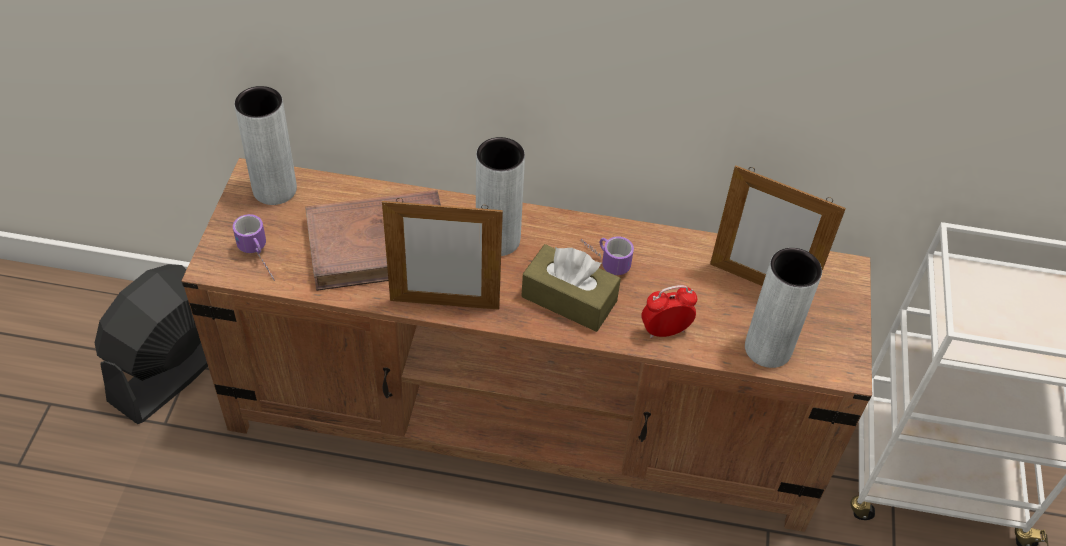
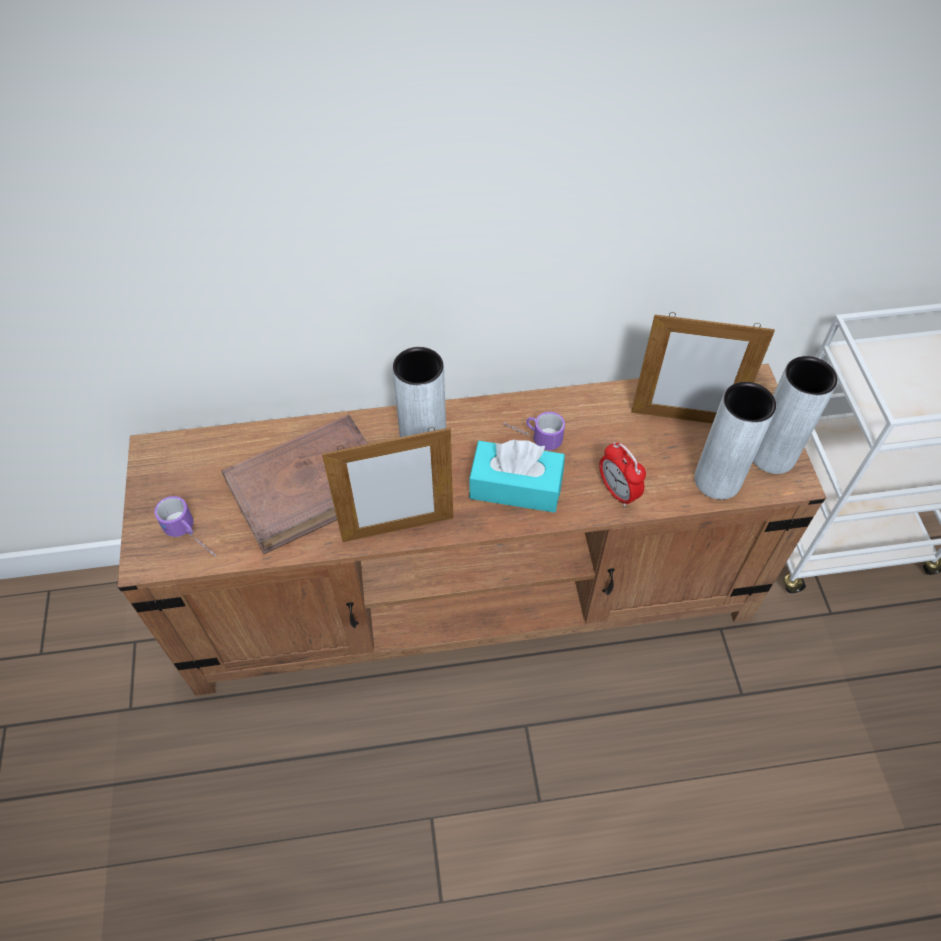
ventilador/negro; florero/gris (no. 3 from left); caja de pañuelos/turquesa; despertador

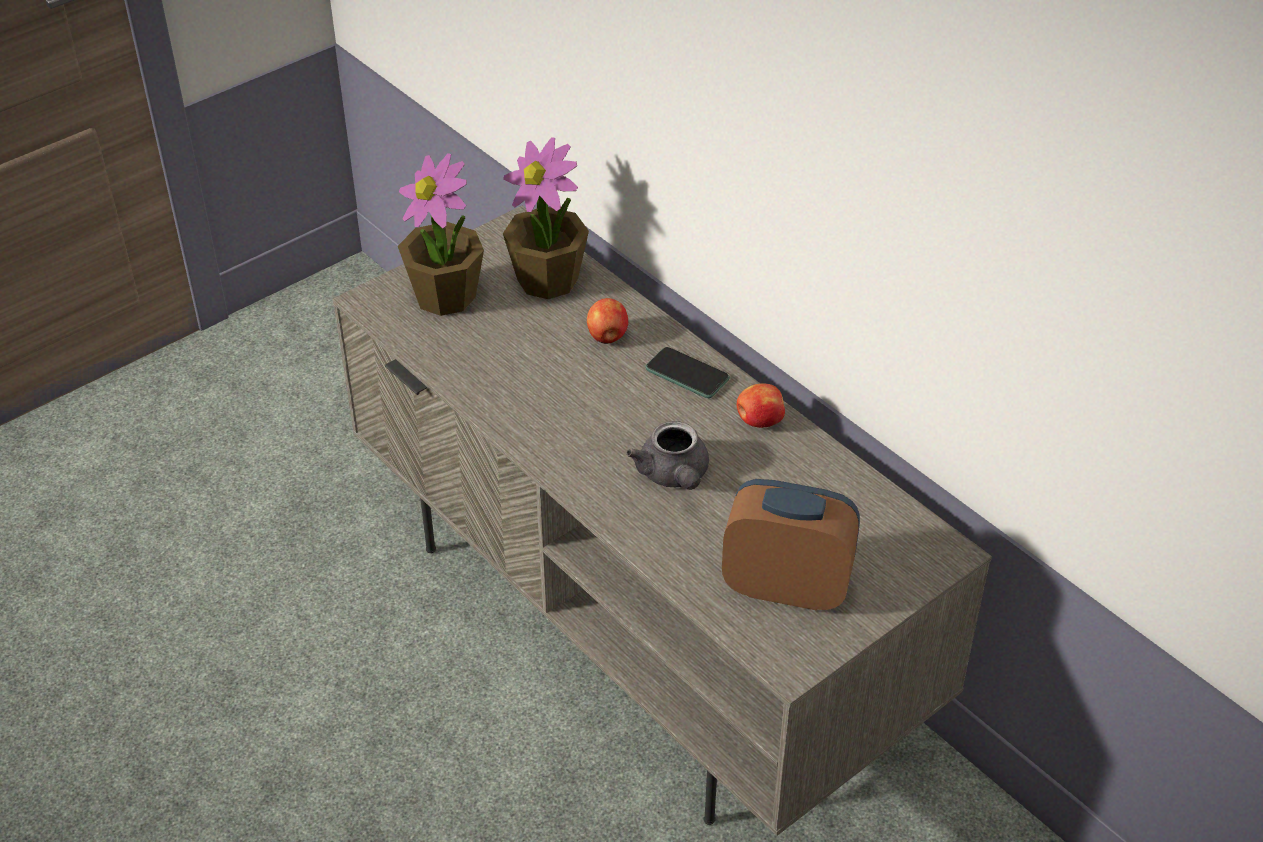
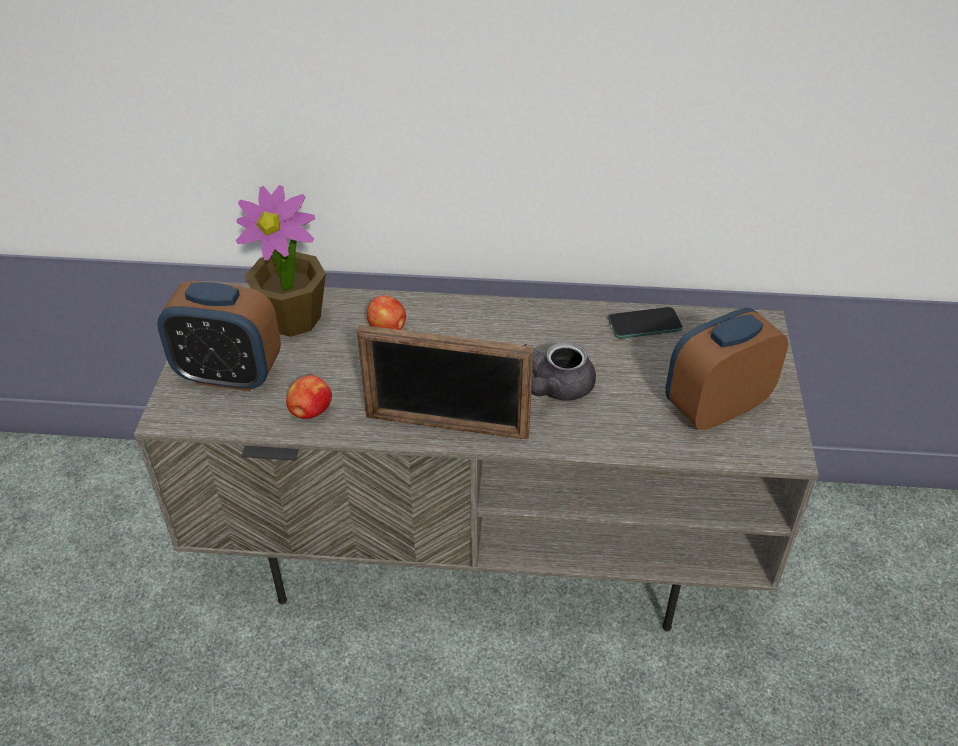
portarretratos; móvil; manzana (no. 1 from left); despertador (no. 1 from left); tetera/gris

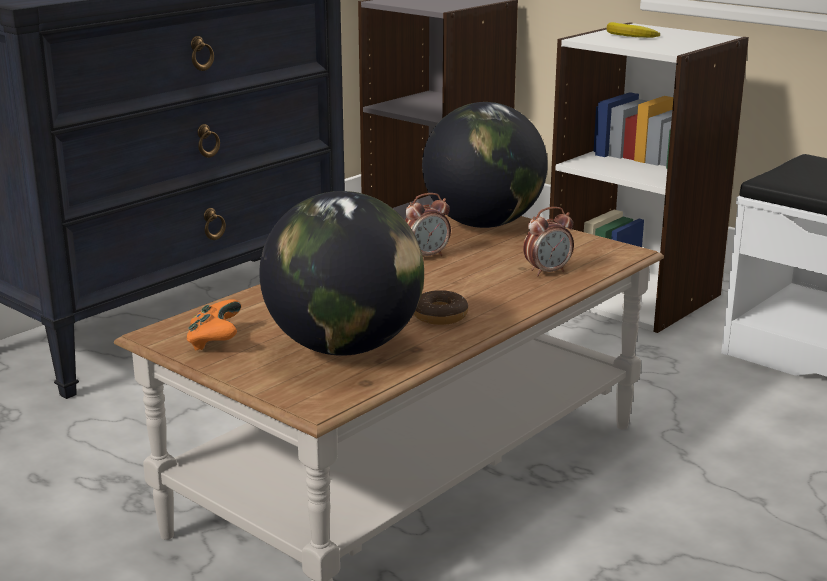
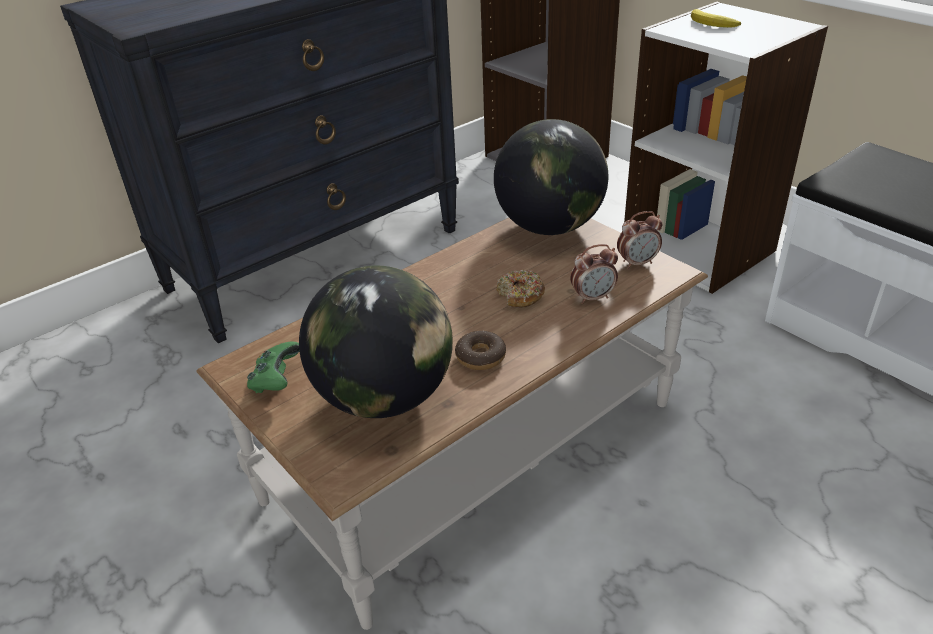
rosquilla (no. 2 from left); despertador (no. 2 from left); mando de consola/verde

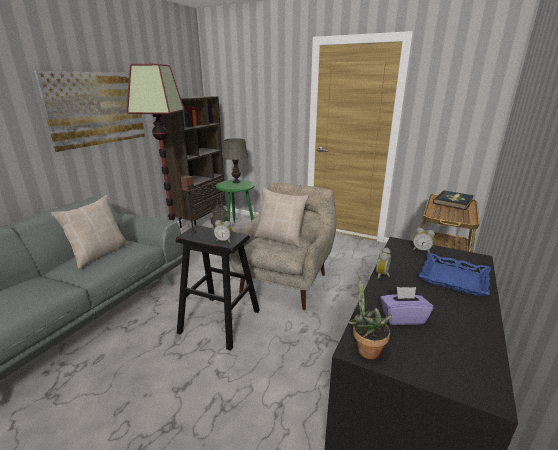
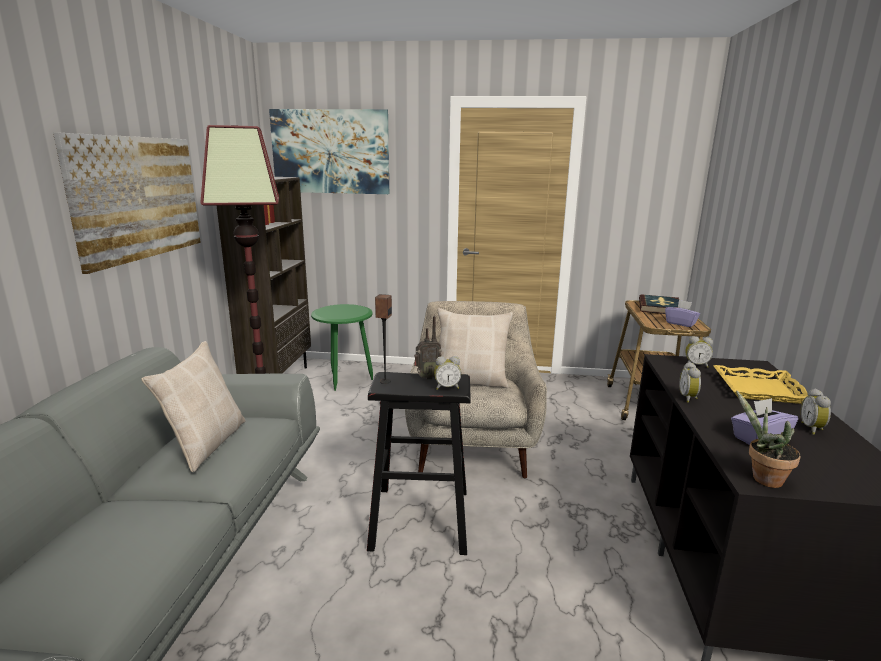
lámpara de mesa/gris; cuadro (no. 2 from left); caja de pañuelos/morado (no. 1 from left); despertador (no. 4 from left); bandeja/amarillo

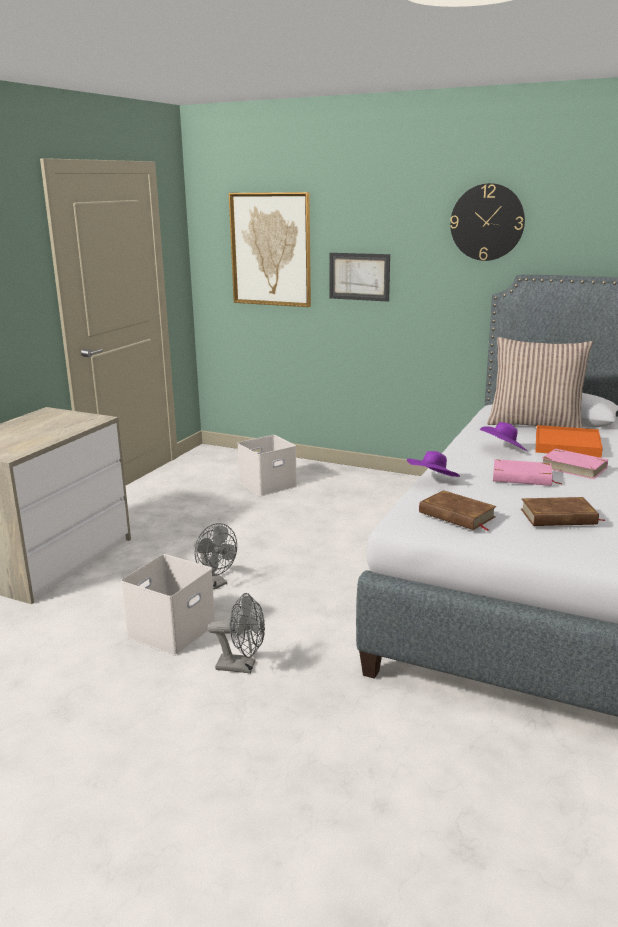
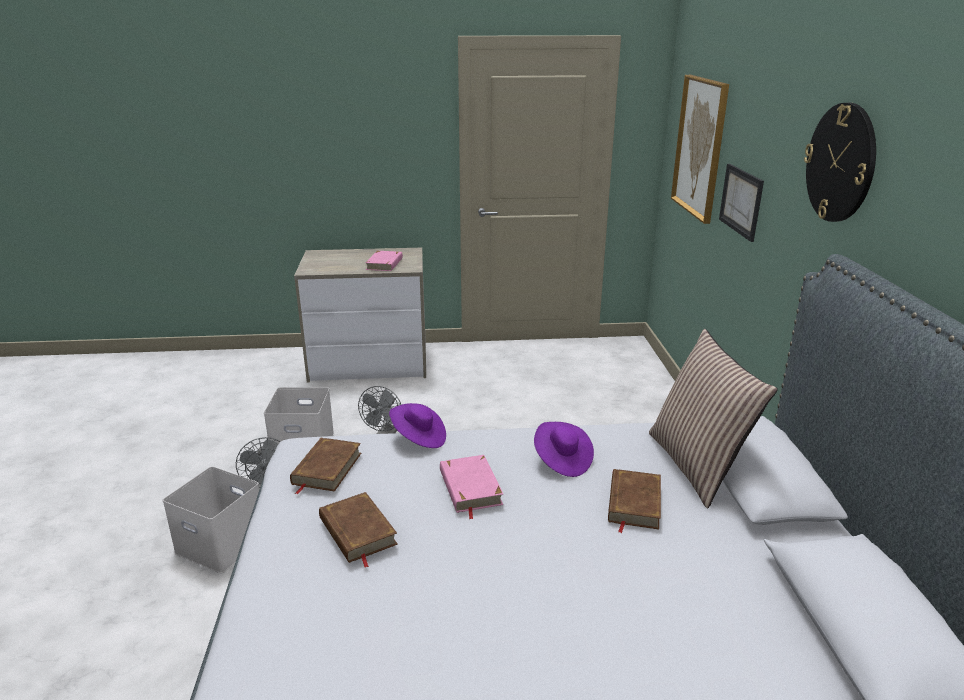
caja de almacenaje/blanco (no. 1 from left); libro/rosa (no. 1 from left); libro/marrón (no. 3 from left)

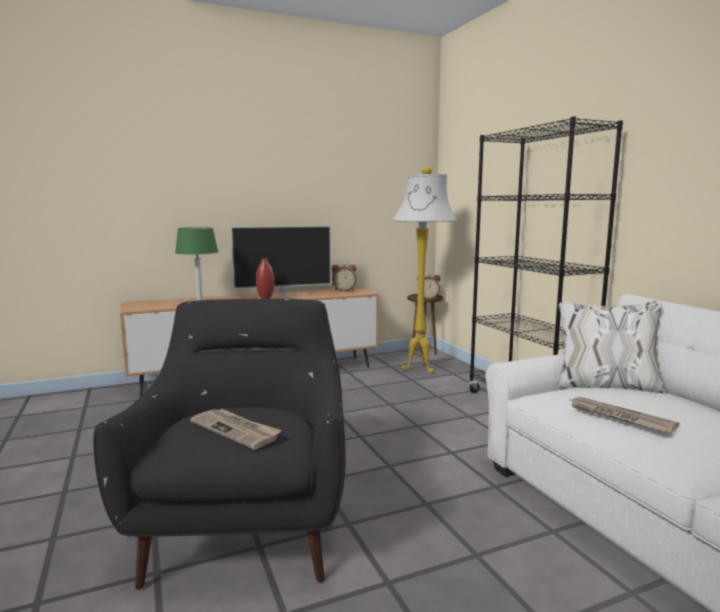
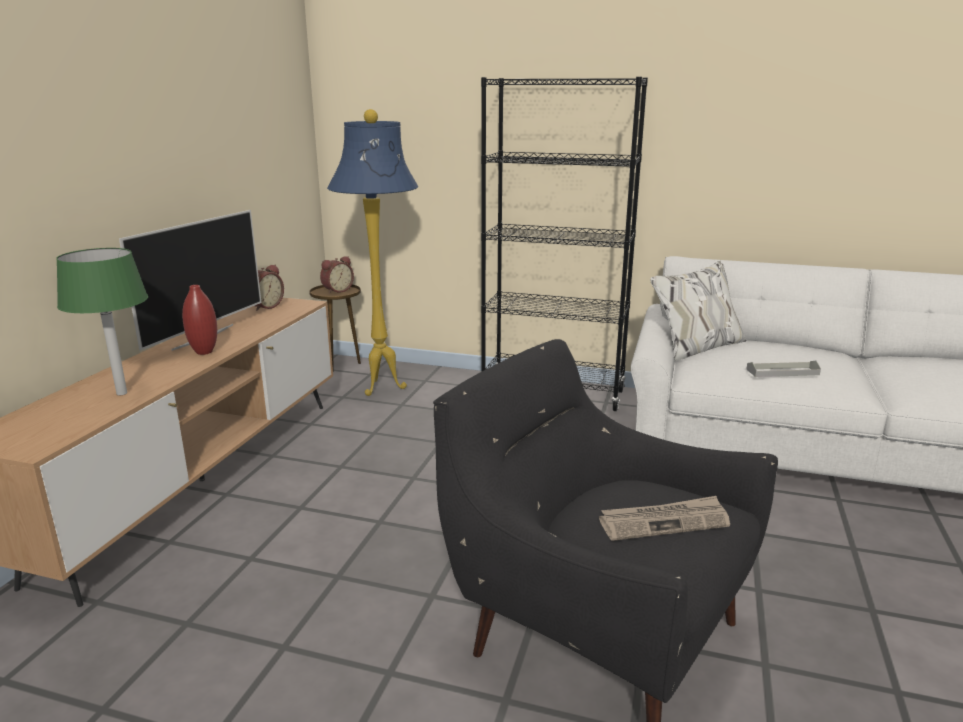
bandeja/gris; lámpara de pie/azul

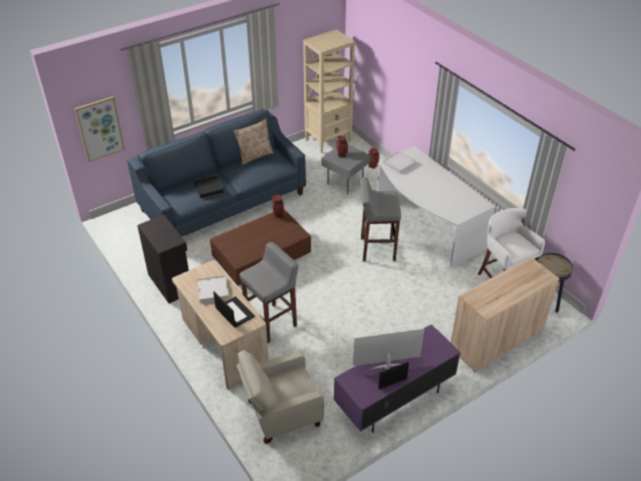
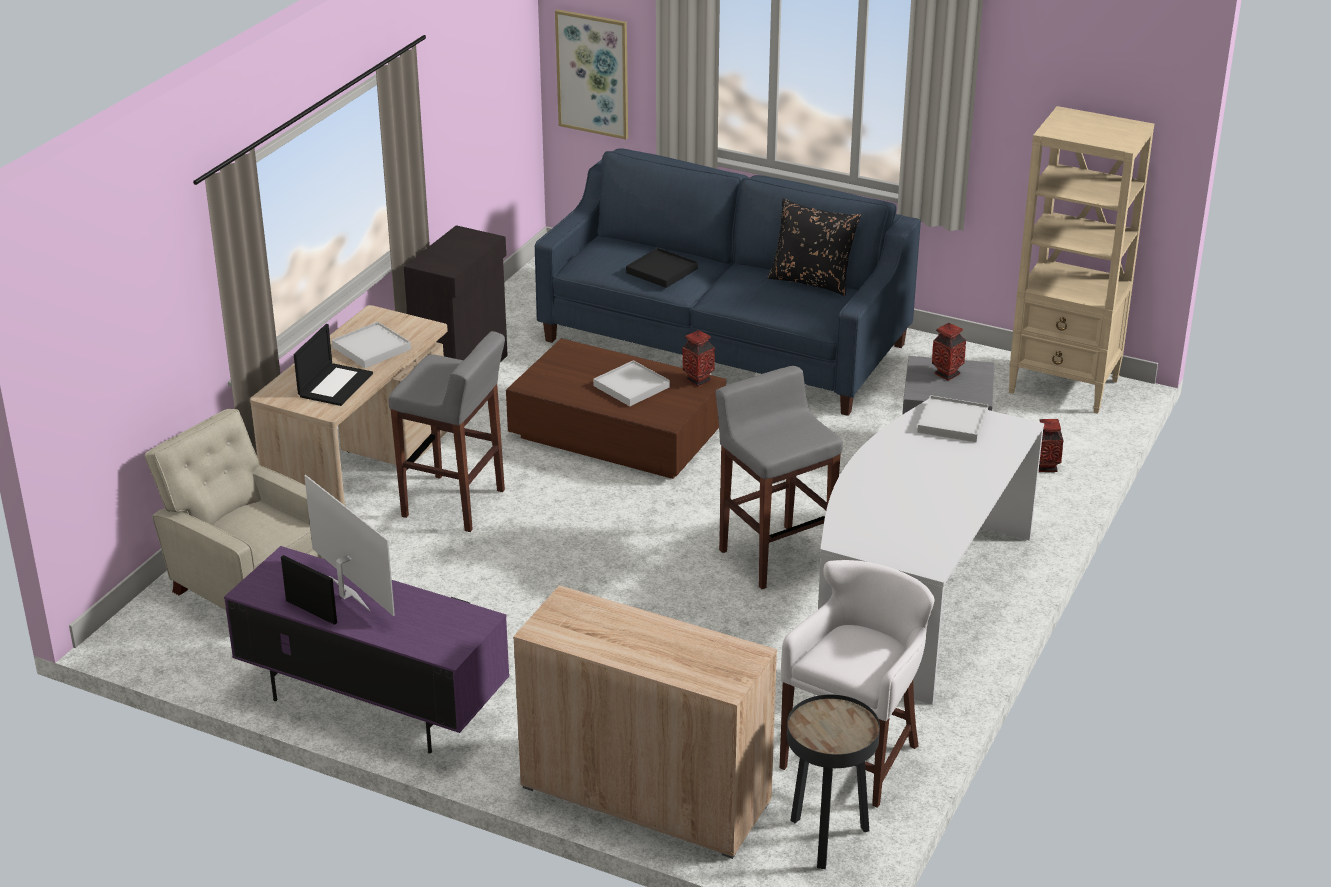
bandeja/blanco (no. 2 from left); cojín/negro

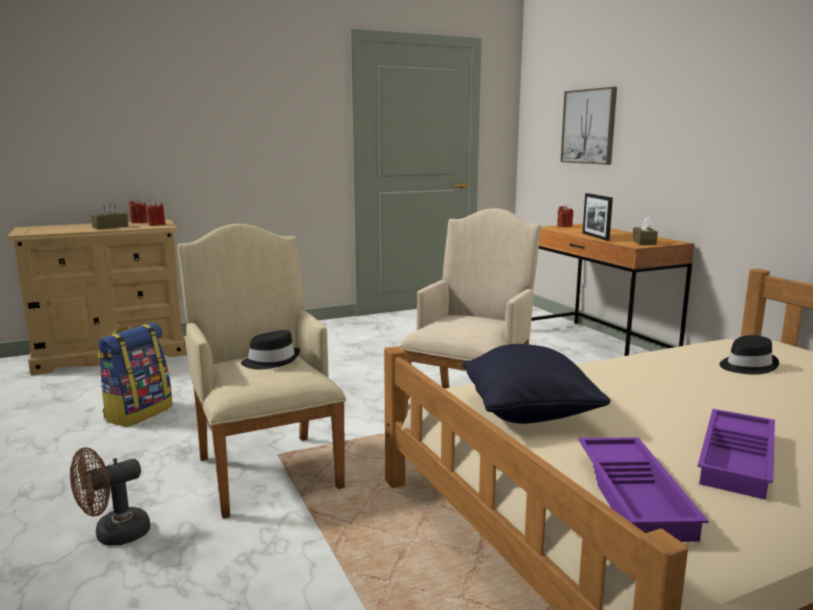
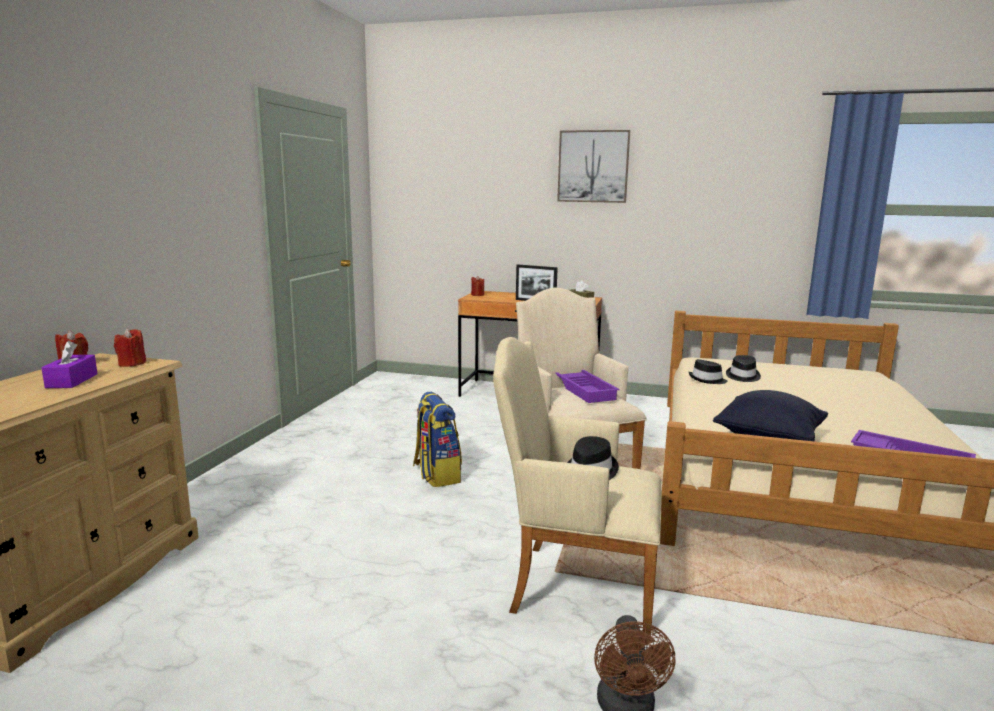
sombrero/negro (no. 2 from left); mochila; cuadro; bandeja/morado (no. 1 from left); caja de pañuelos/morado

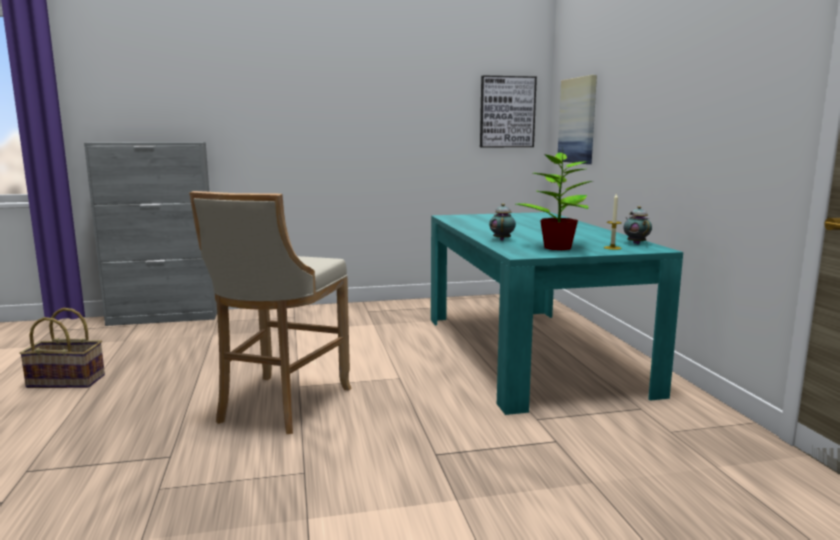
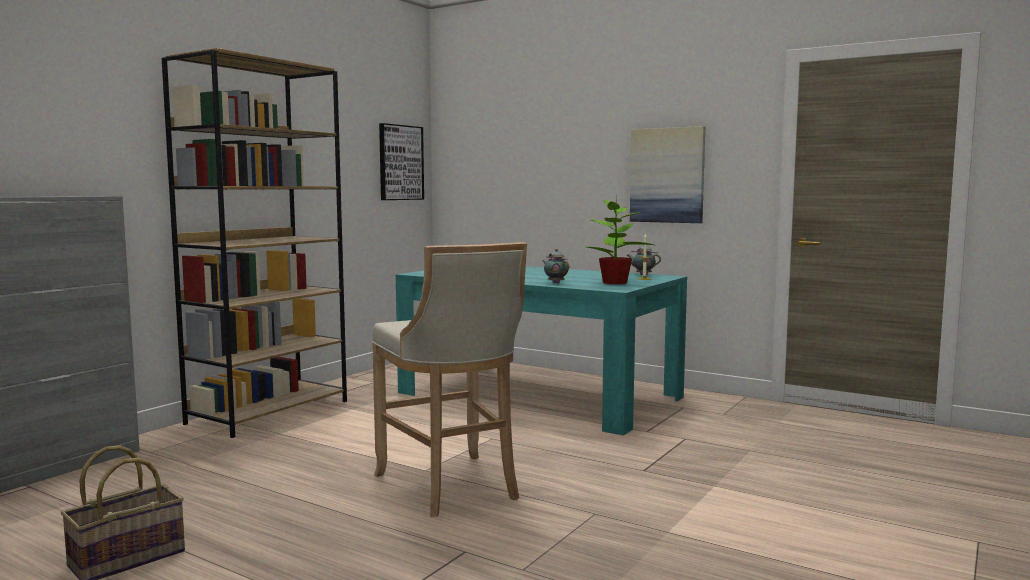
estantería/marrón; cuadro (no. 2 from left)

